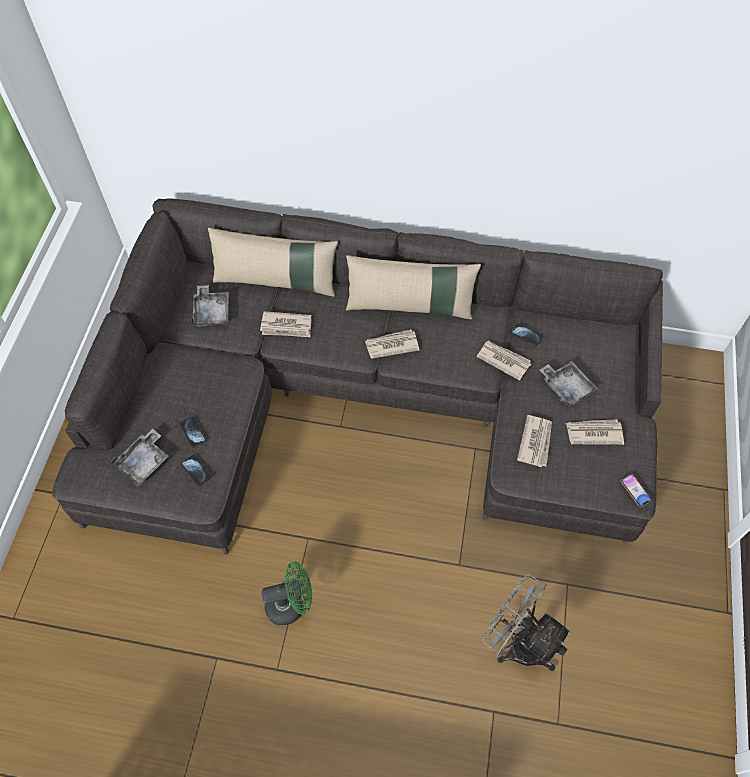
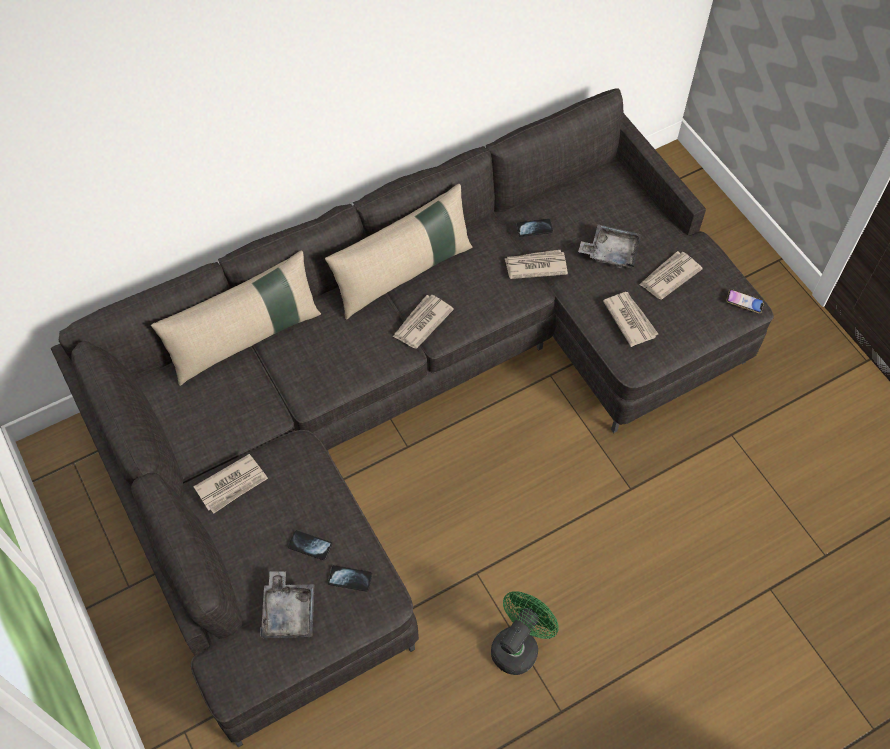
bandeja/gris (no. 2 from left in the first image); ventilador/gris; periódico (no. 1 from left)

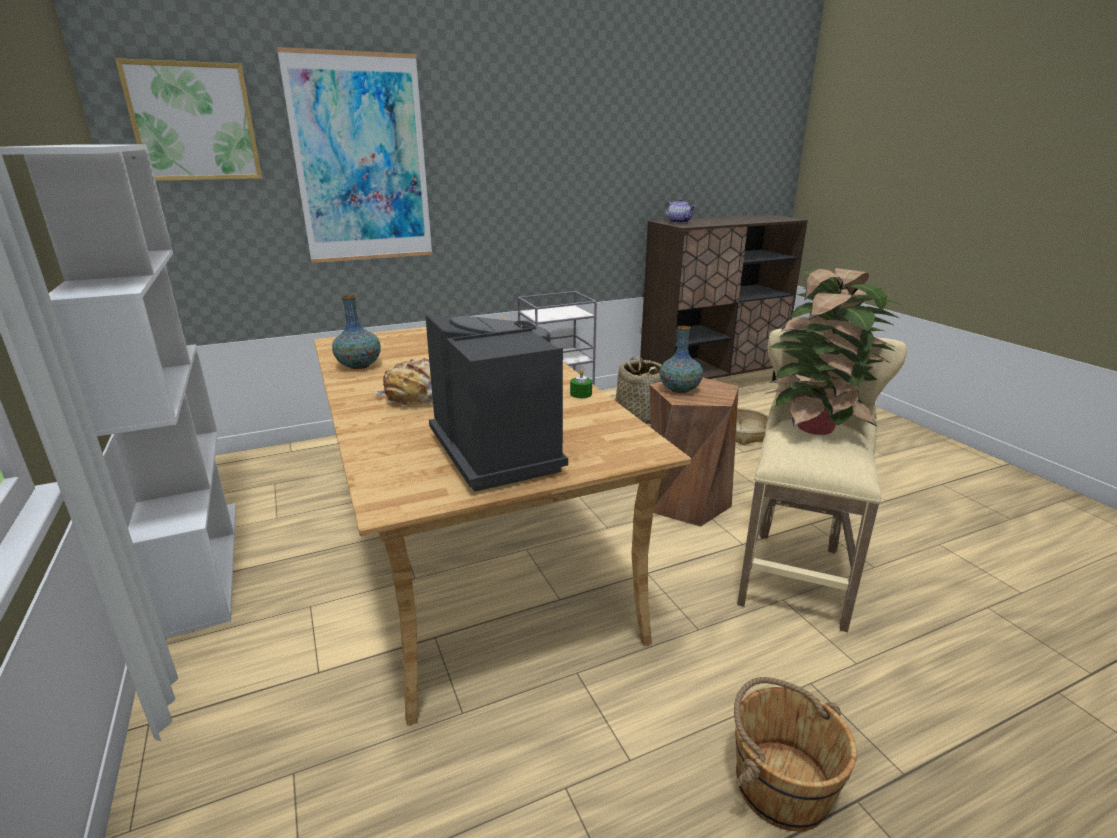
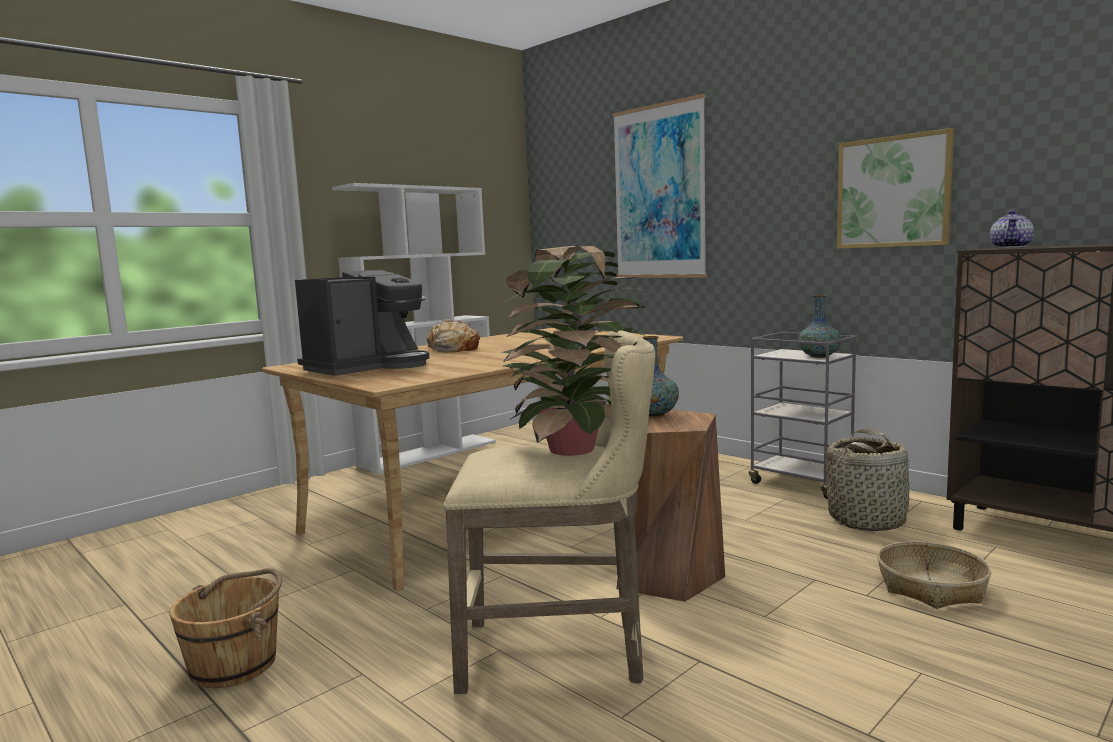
vela/verde; cuadro (no. 2 from left); florero (no. 2 from left)

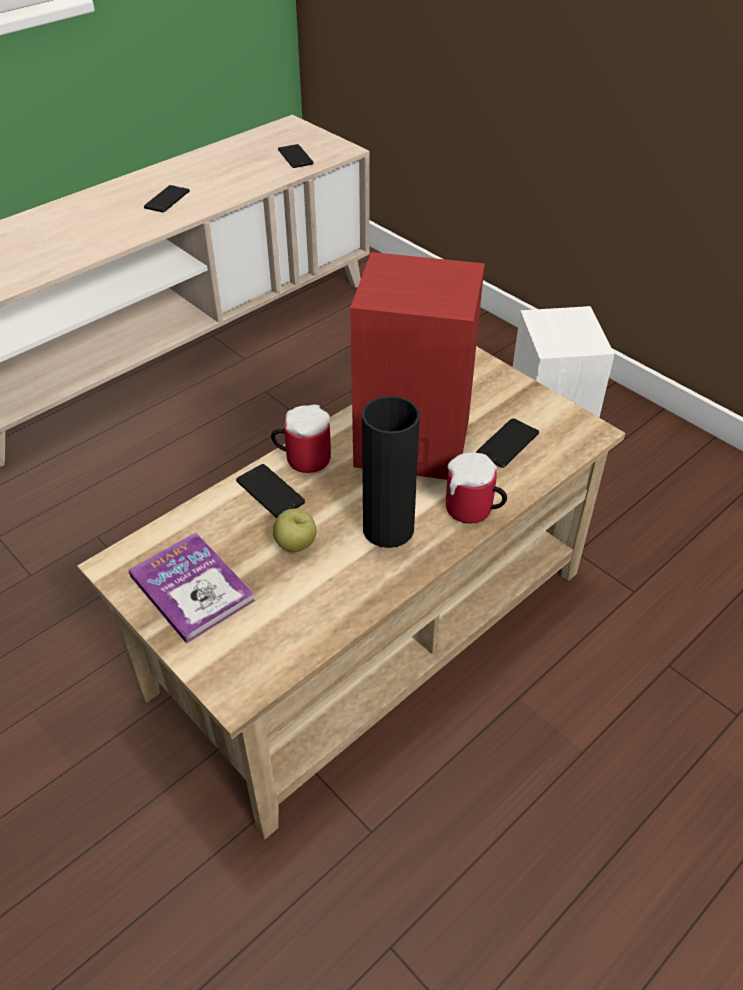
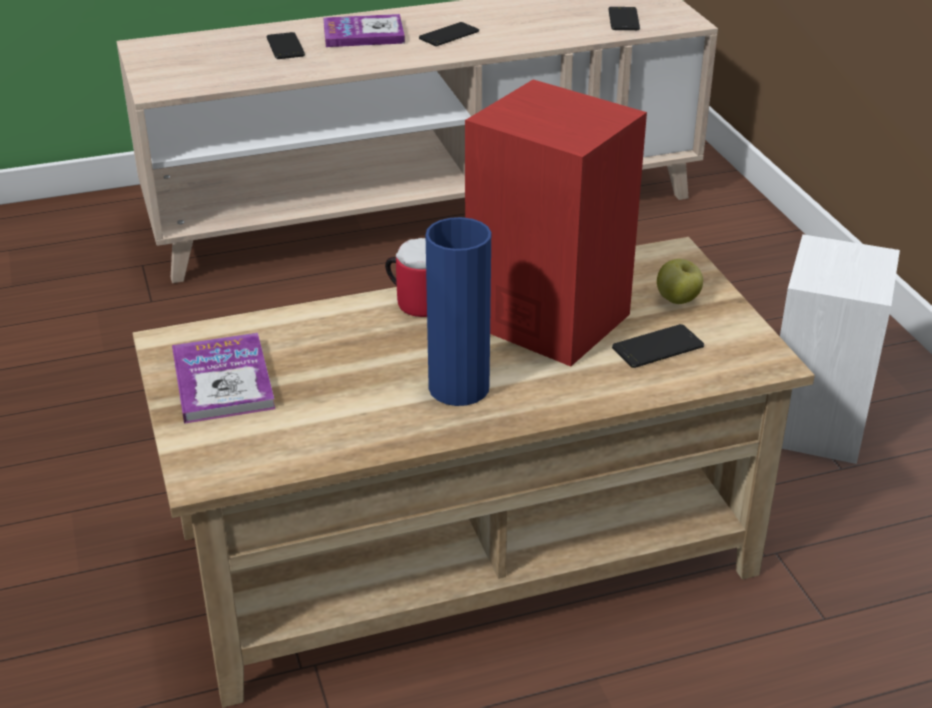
taza grande (no. 2 from left in the first image); libro (no. 2 from left); móvil (no. 1 from left); manzana; florero/azul

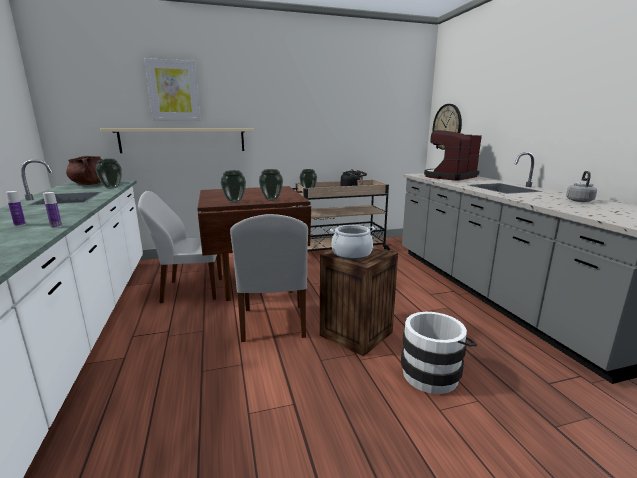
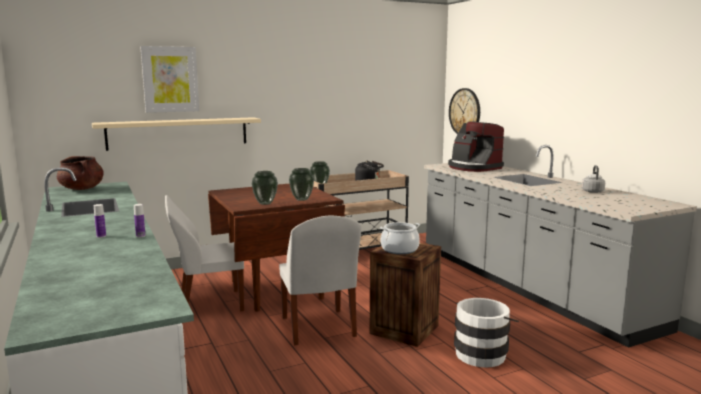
florero (no. 1 from left in the first image); cafetera

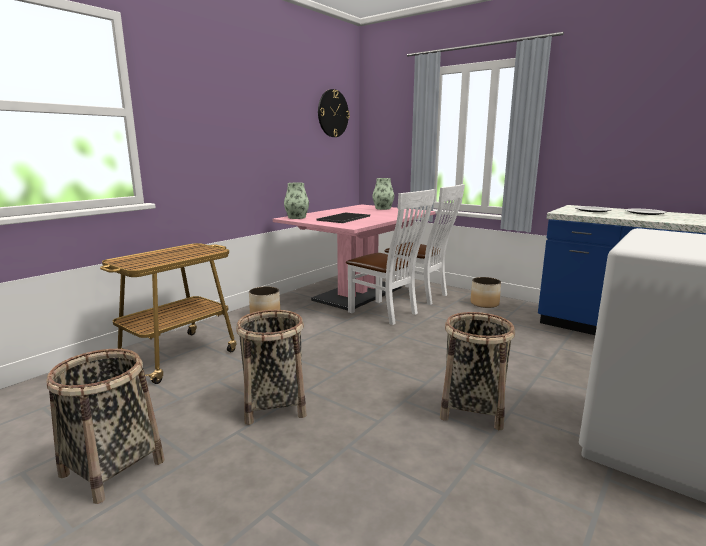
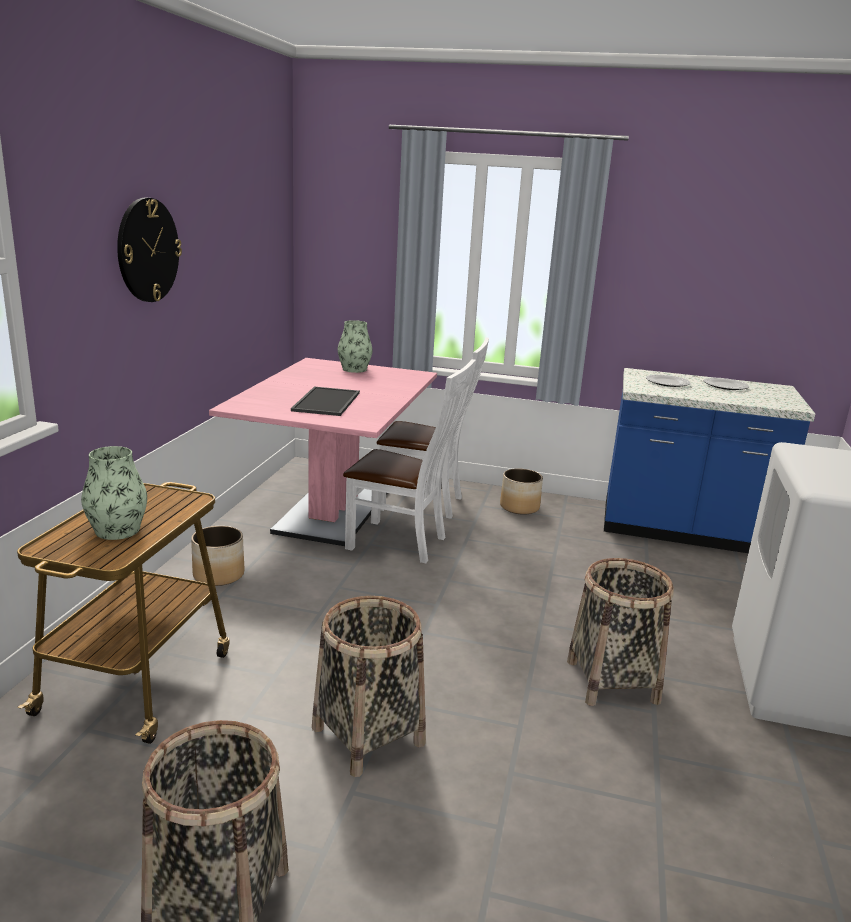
florero (no. 1 from left); reloj de pared

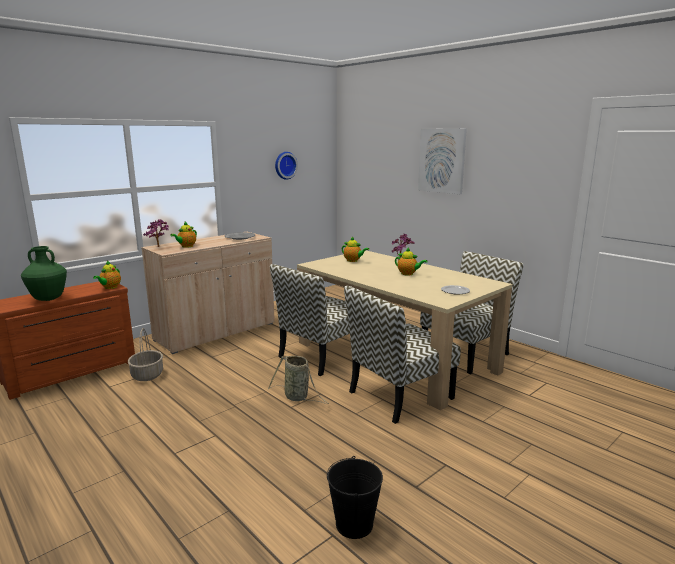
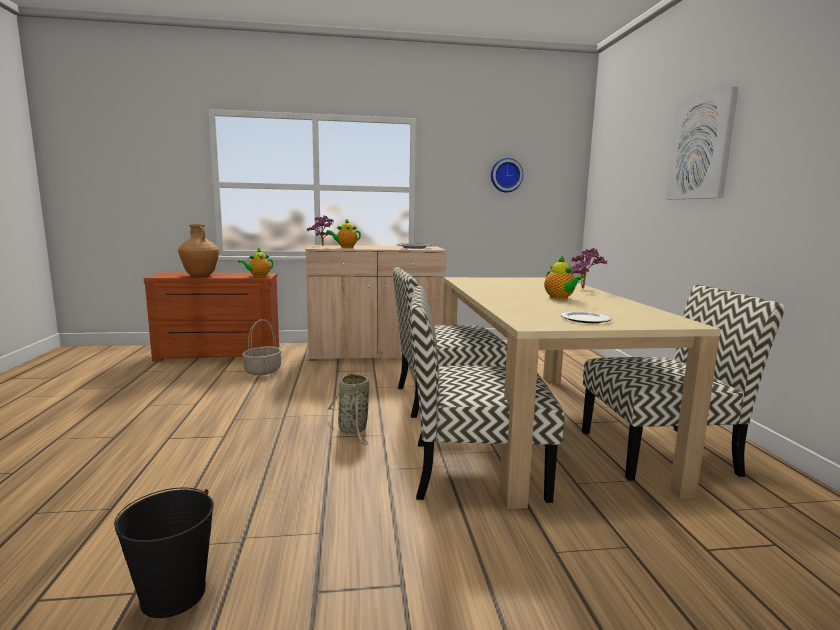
tetera (no. 3 from left in the first image); florero/marrón

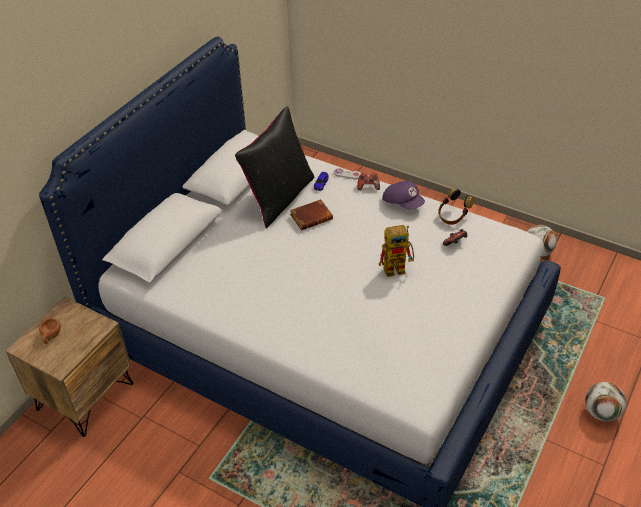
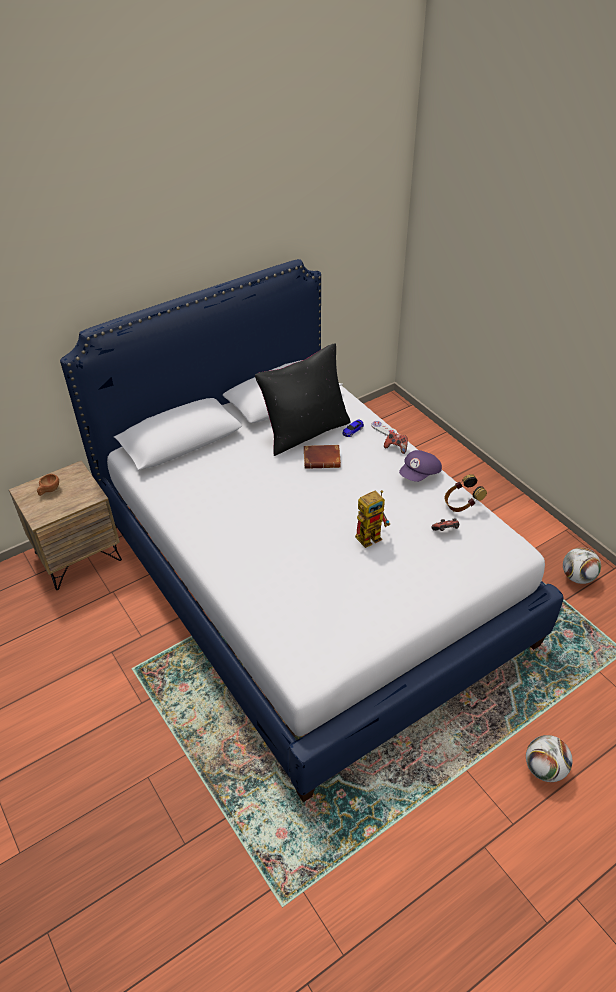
robot de juguete; gorra/morado

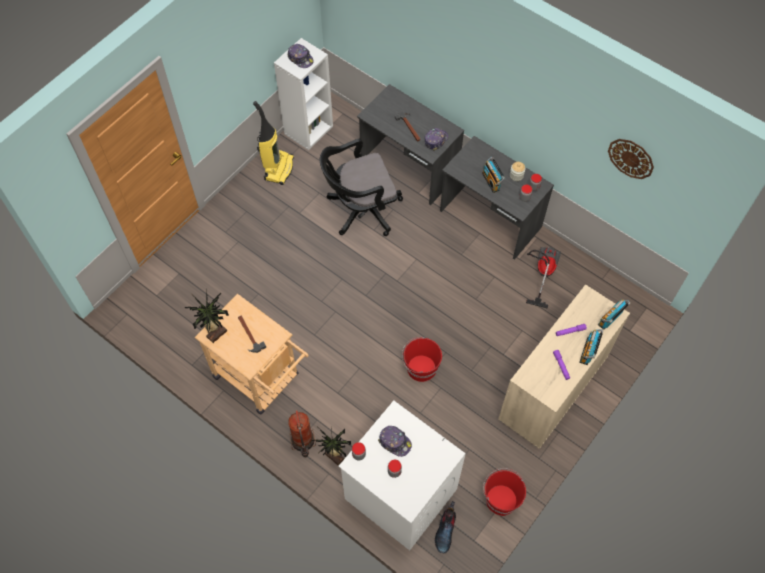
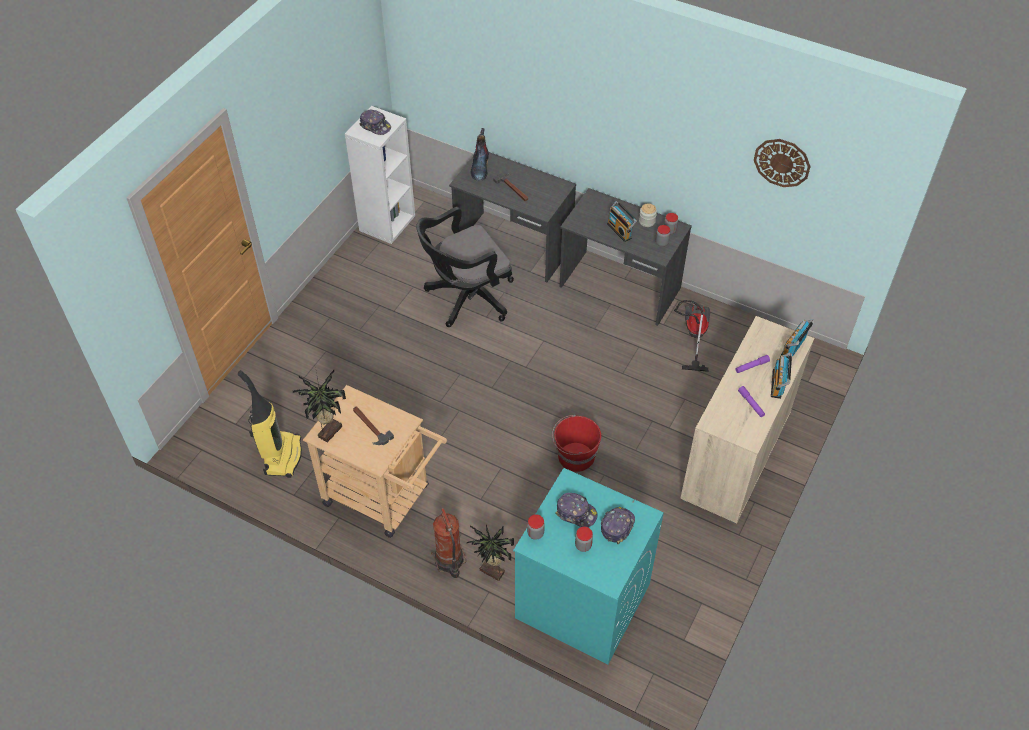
cubo/rojo (no. 2 from left in the first image); aspiradora (no. 1 from left); gorra (no. 3 from left); bota; lavadora/turquesa

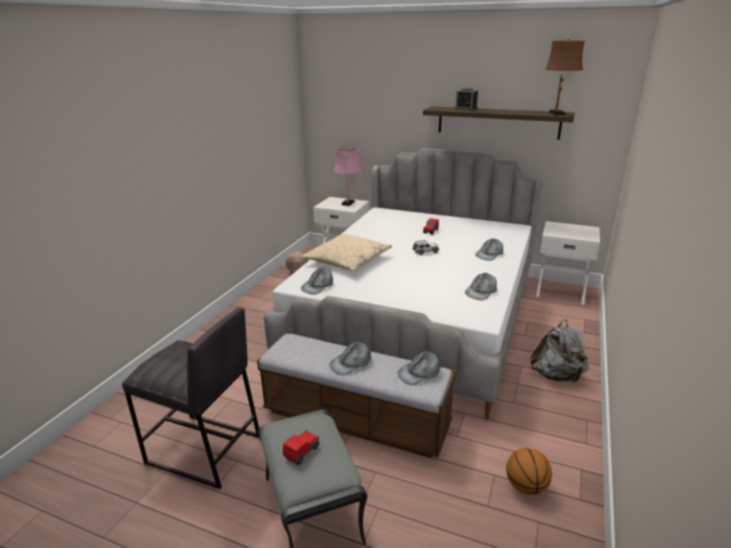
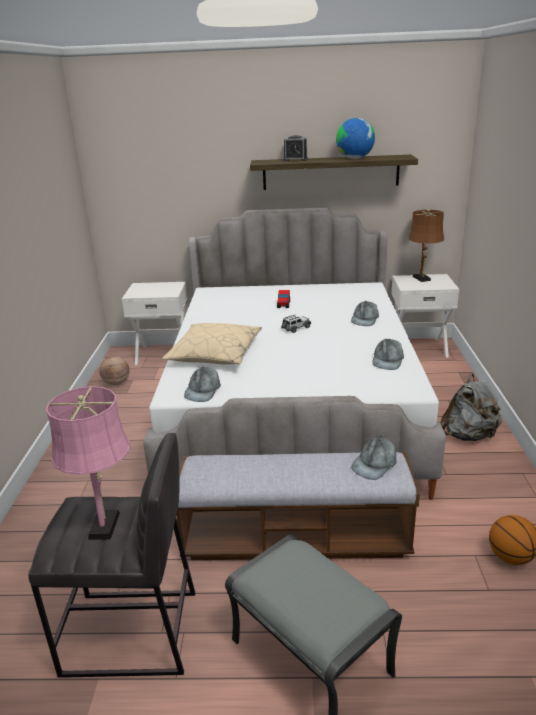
coche de juguete (no. 1 from left in the first image); gorra/gris (no. 2 from left in the first image); globo terráqueo; lámpara de mesa/rosa; lámpara de mesa/marrón

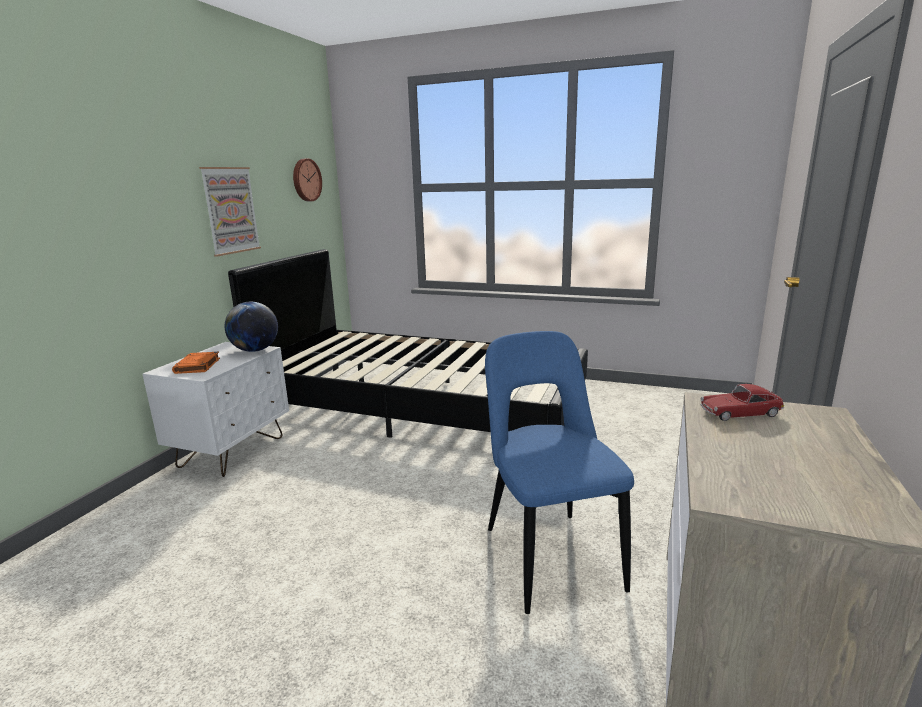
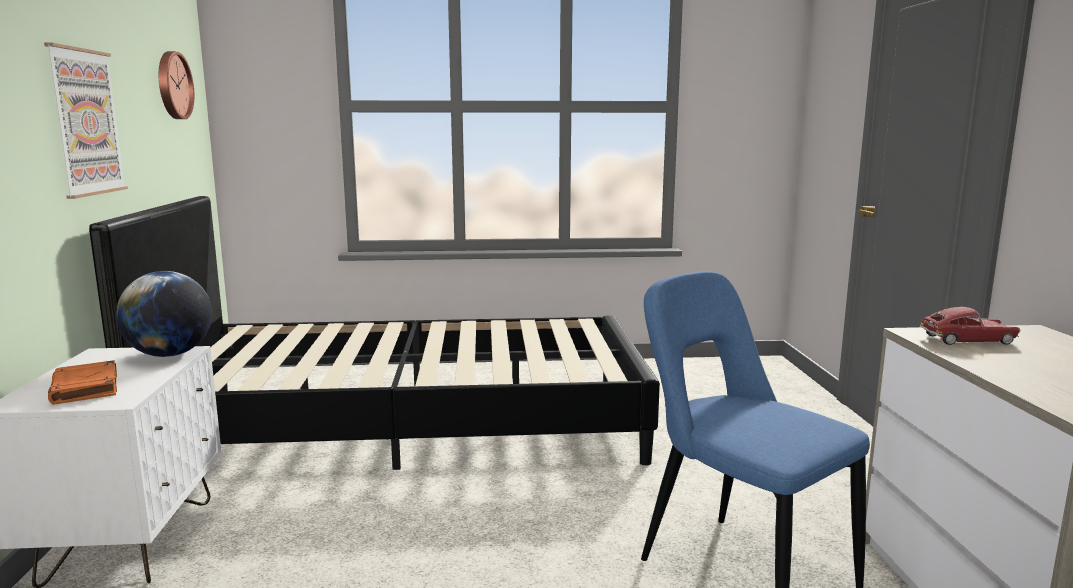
coche de juguete

